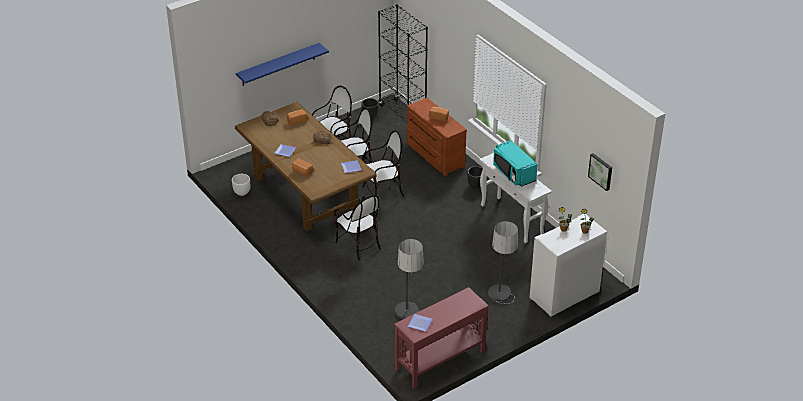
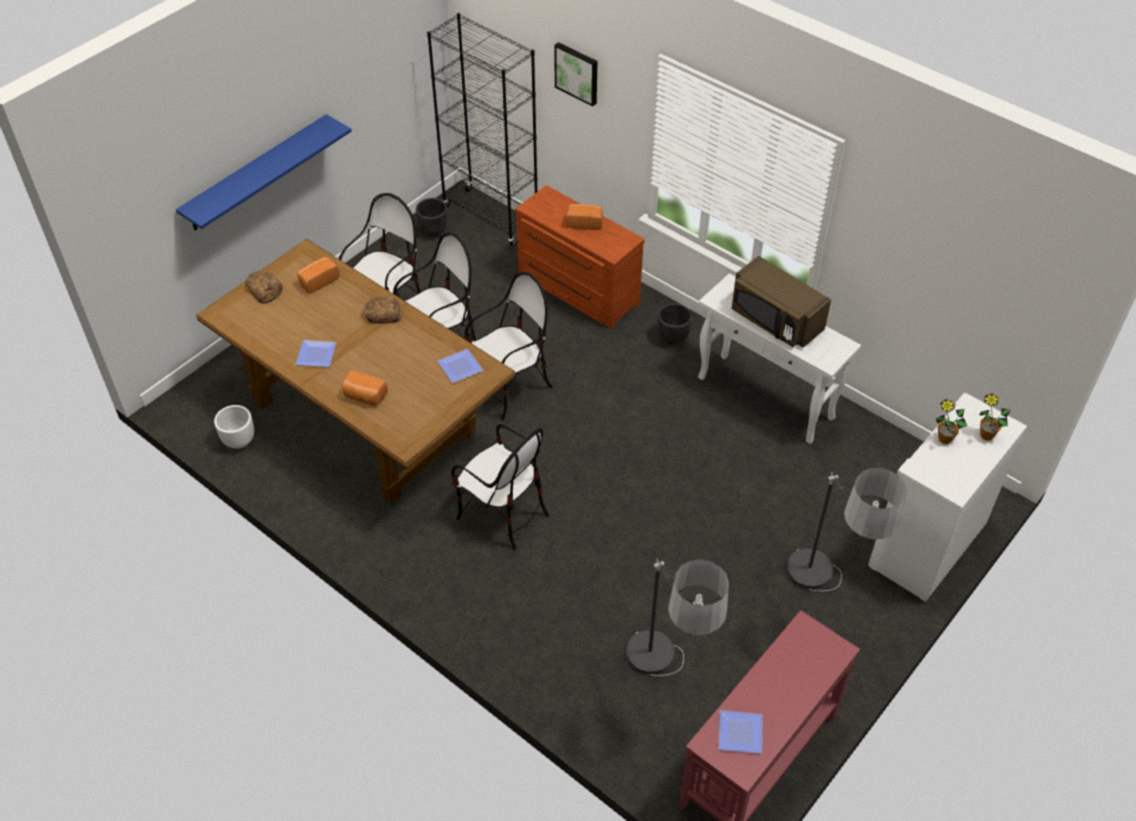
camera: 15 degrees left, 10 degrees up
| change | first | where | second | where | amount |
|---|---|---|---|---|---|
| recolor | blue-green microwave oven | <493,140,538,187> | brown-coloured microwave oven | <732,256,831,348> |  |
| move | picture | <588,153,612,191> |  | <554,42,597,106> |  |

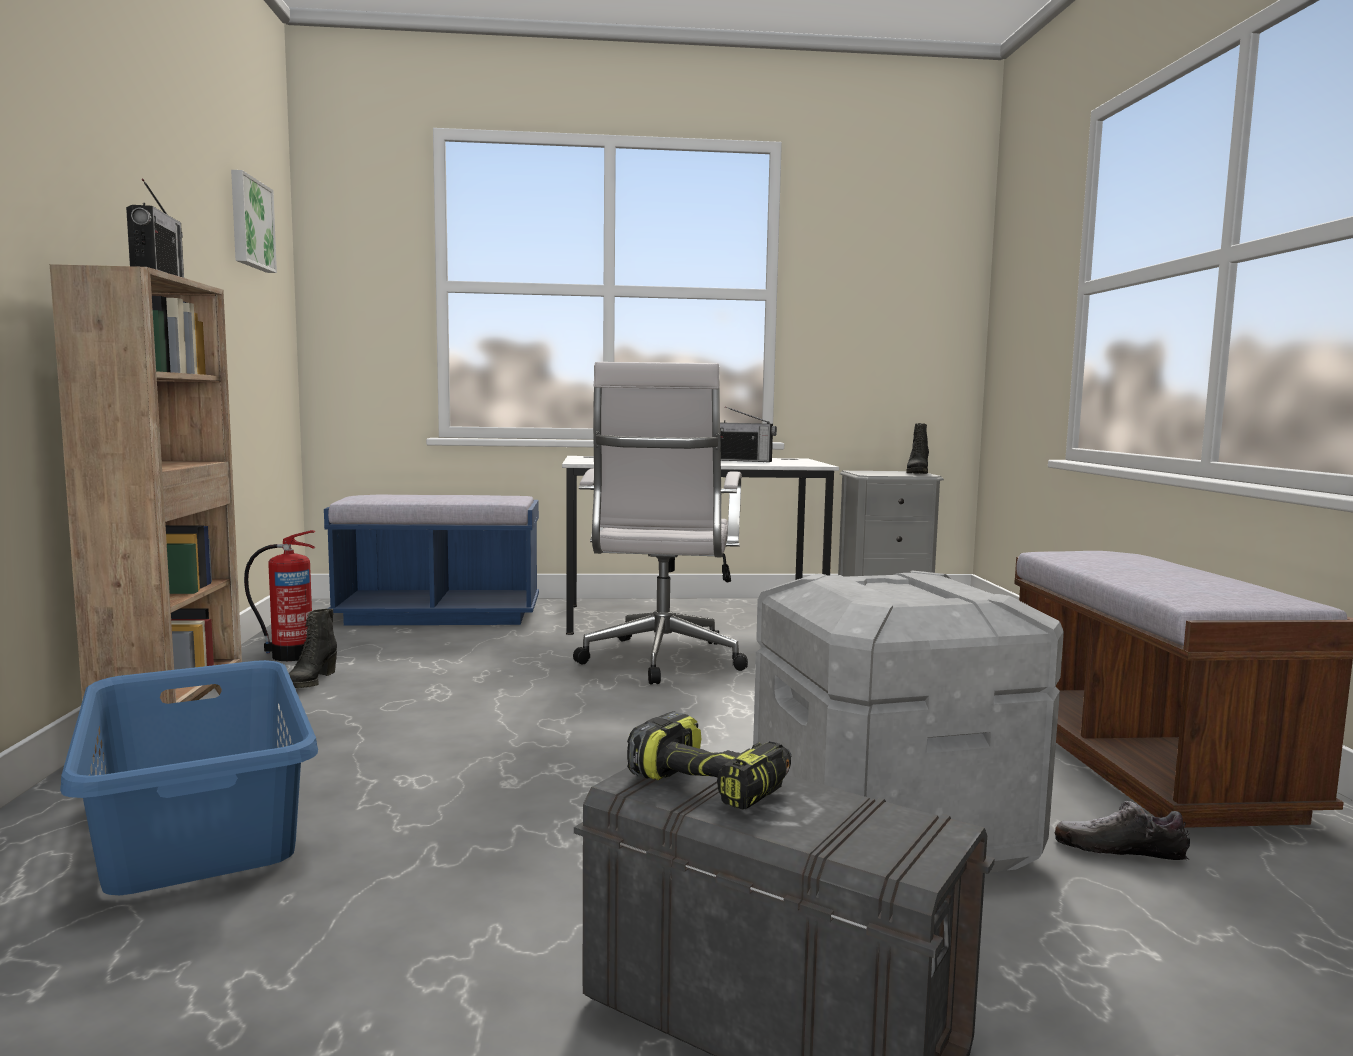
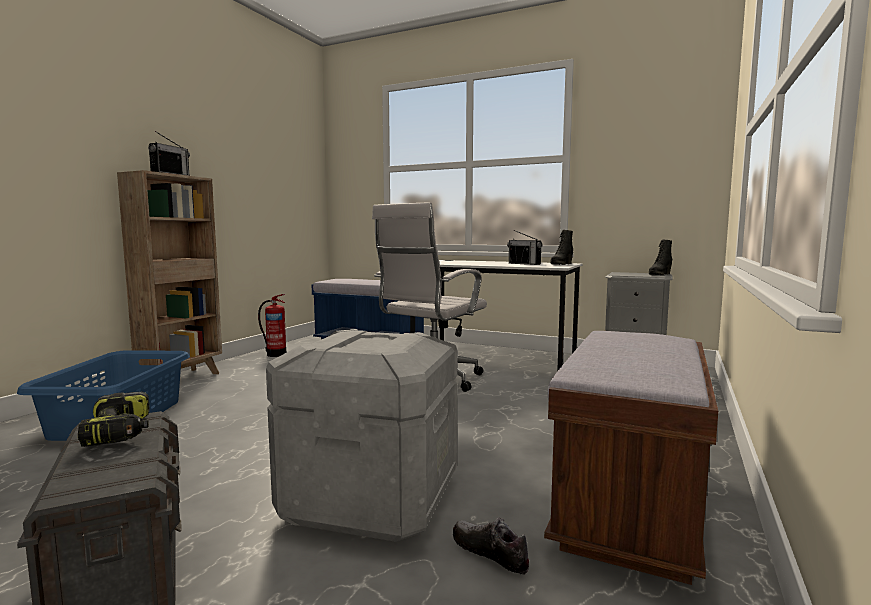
camera: 30 degrees right, 0 degrees up
| change | first | where | second | where | amount |
|---|---|---|---|---|---|
| delete | picture | <231,170,277,273> |  |  |  |
| move | black high-top boot | <289,609,337,688> |  | <550,230,573,265> |  |

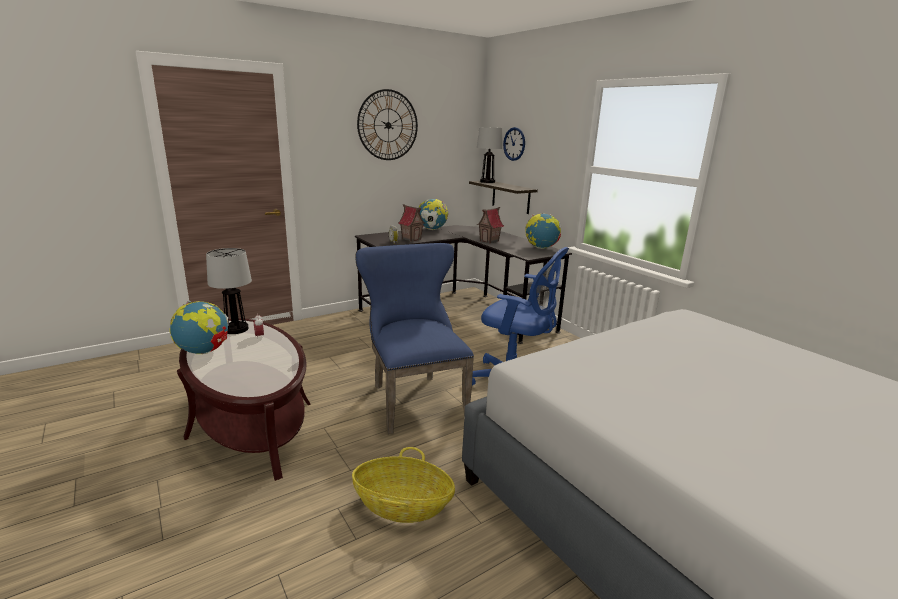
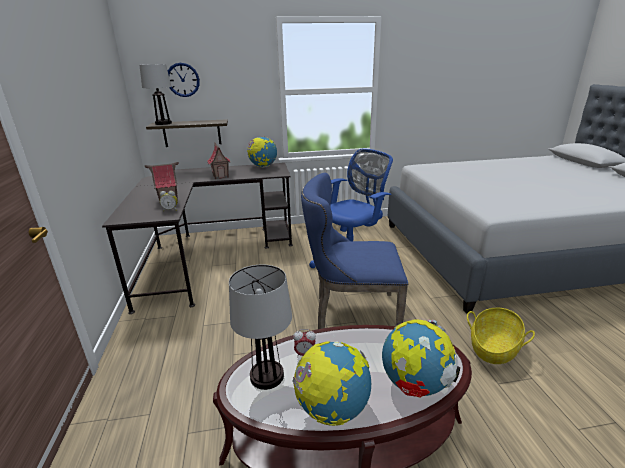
camera: 65 degrees left, 5 degrees up
| change | first | where | second | where | amount |
|---|---|---|---|---|---|
| delete | hanging clock | <357,89,418,160> |  |  |  |
| move | globe | <419,199,448,230> |  | <382,319,460,398> |  |

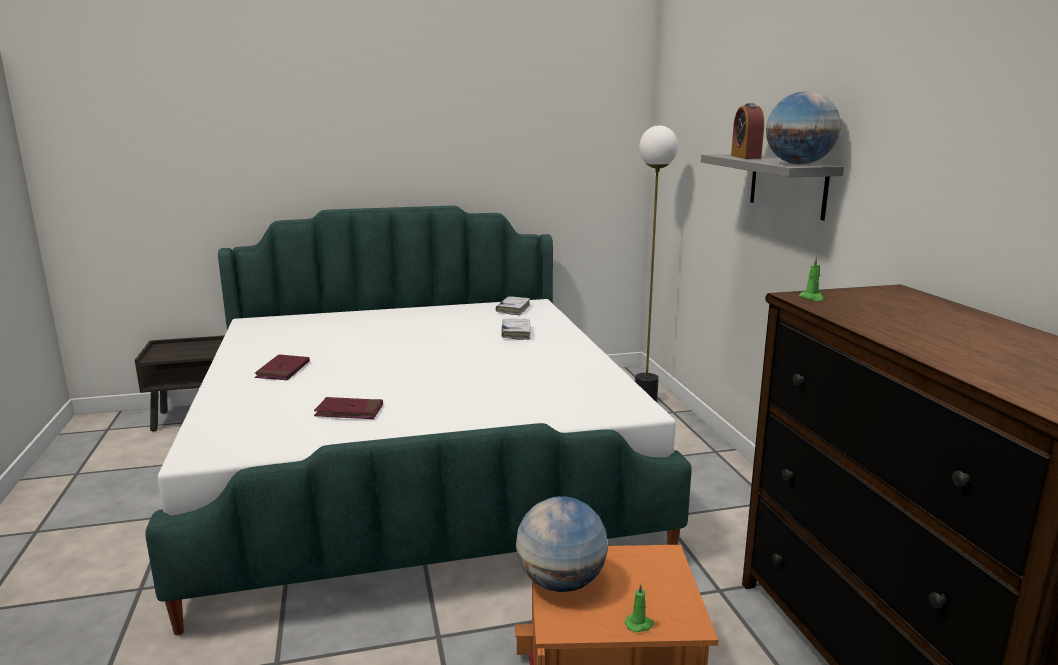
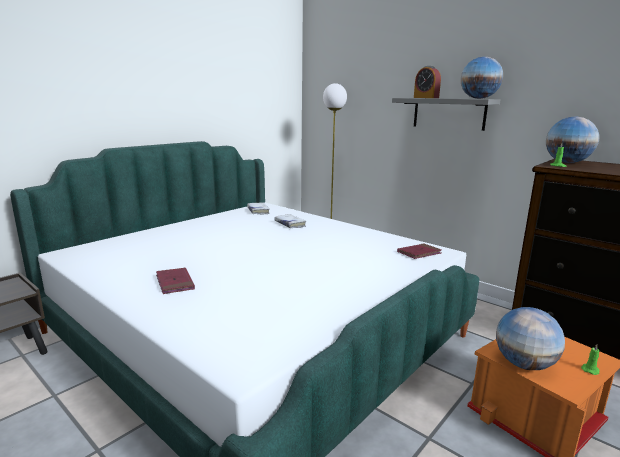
camera: 35 degrees left, 0 degrees up
| change | first | where | second | where | amount |
|---|---|---|---|---|---|
| move | reddish bound book | <314,397,383,419> |  | <397,243,441,259> |  |
| insert |  |  | globe | <546,116,599,163> |  |

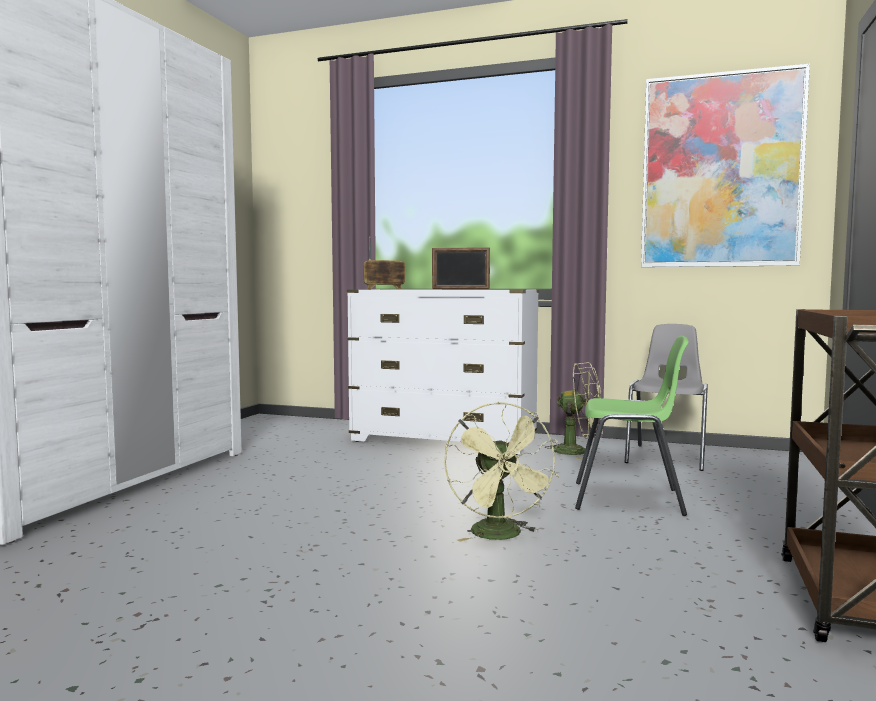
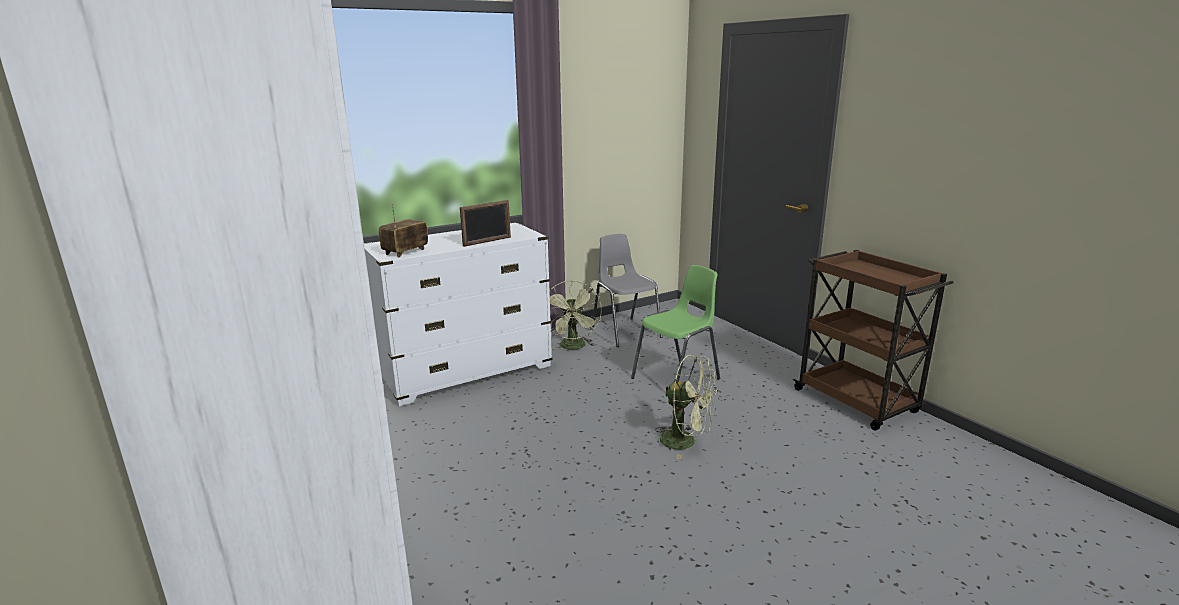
camera: 50 degrees left, 15 degrees up
| change | first | where | second | where | amount |
|---|---|---|---|---|---|
| delete | picture | <641,63,810,267> |  |  |  |
| rotate | greenish electric fan | <545,362,603,459> |  | <550,280,602,350> | 120 degrees clockwise |

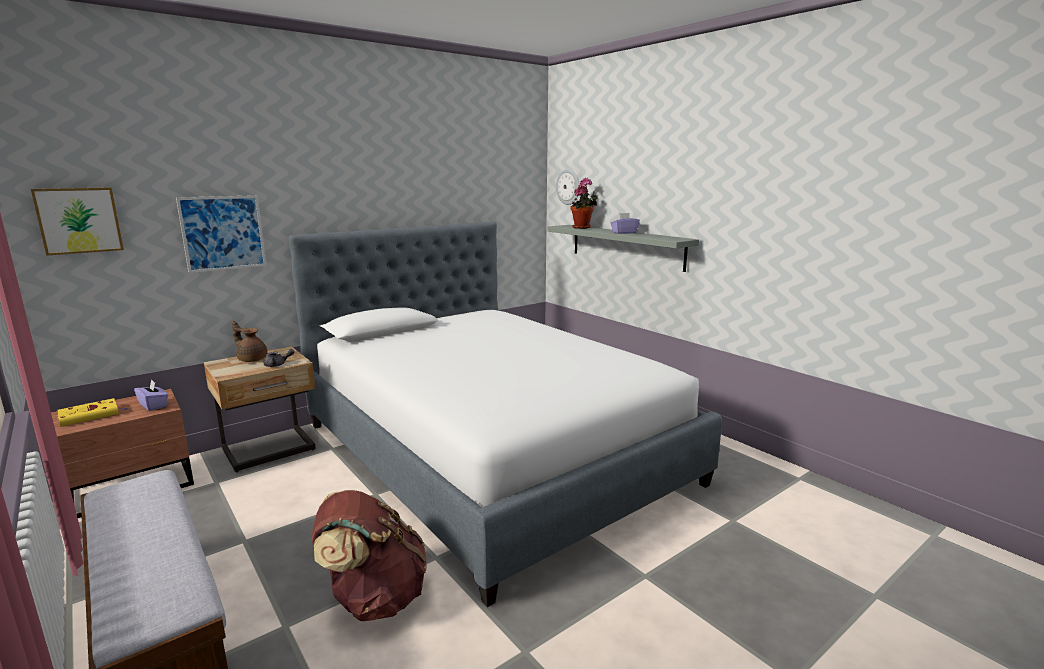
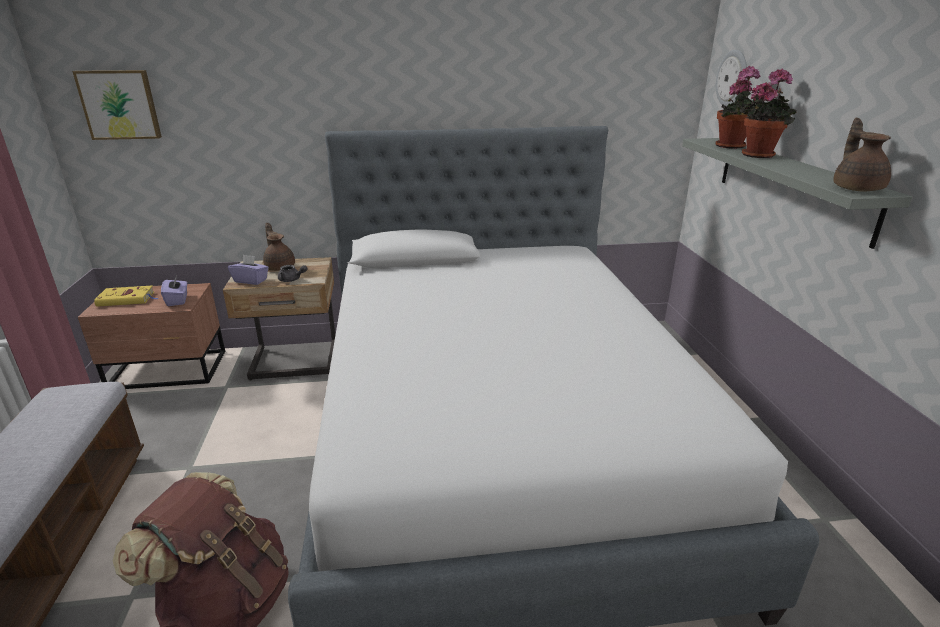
camera: 30 degrees right, 10 degrees up
| change | first | where | second | where | amount |
|---|---|---|---|---|---|
| delete | picture | <176,195,266,273> |  |  |  |
| move | purple box of tissues | <611,213,640,234> |  | <228,255,269,285> |  |
| insert |  |  | houseplant | <740,68,797,158> |  |
| insert |  |  | brown-coloured tea pot | <833,118,891,191> |  |

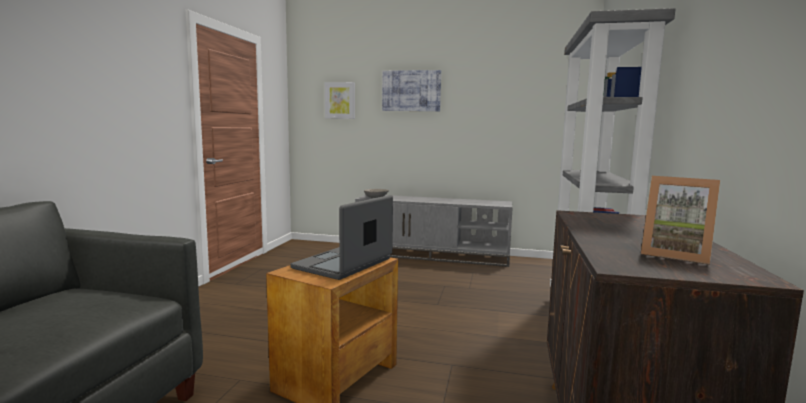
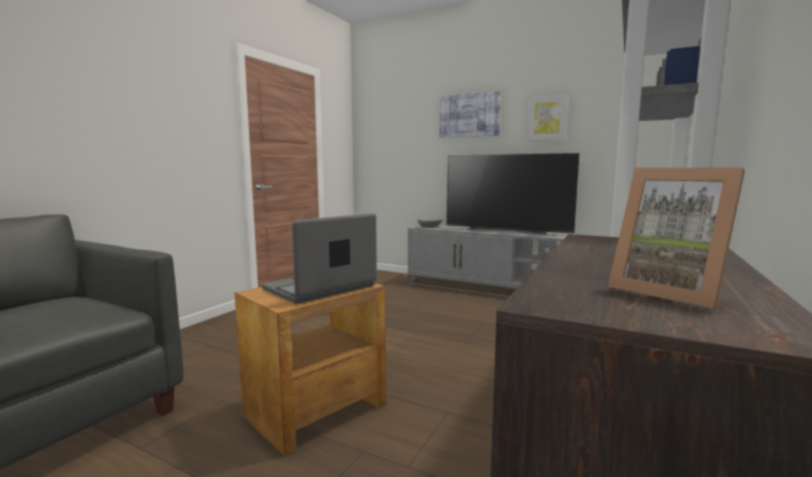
camera: 15 degrees right, 0 degrees up
| change | first | where | second | where | amount |
|---|---|---|---|---|---|
| move | picture | <325,82,355,119> |  | <527,95,568,141> |  |
| insert |  |  | TV | <446,153,580,236> |  |

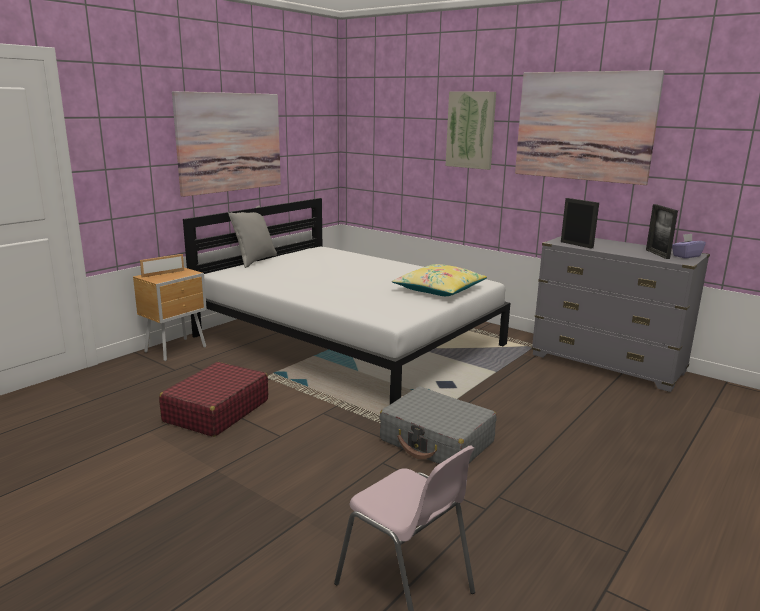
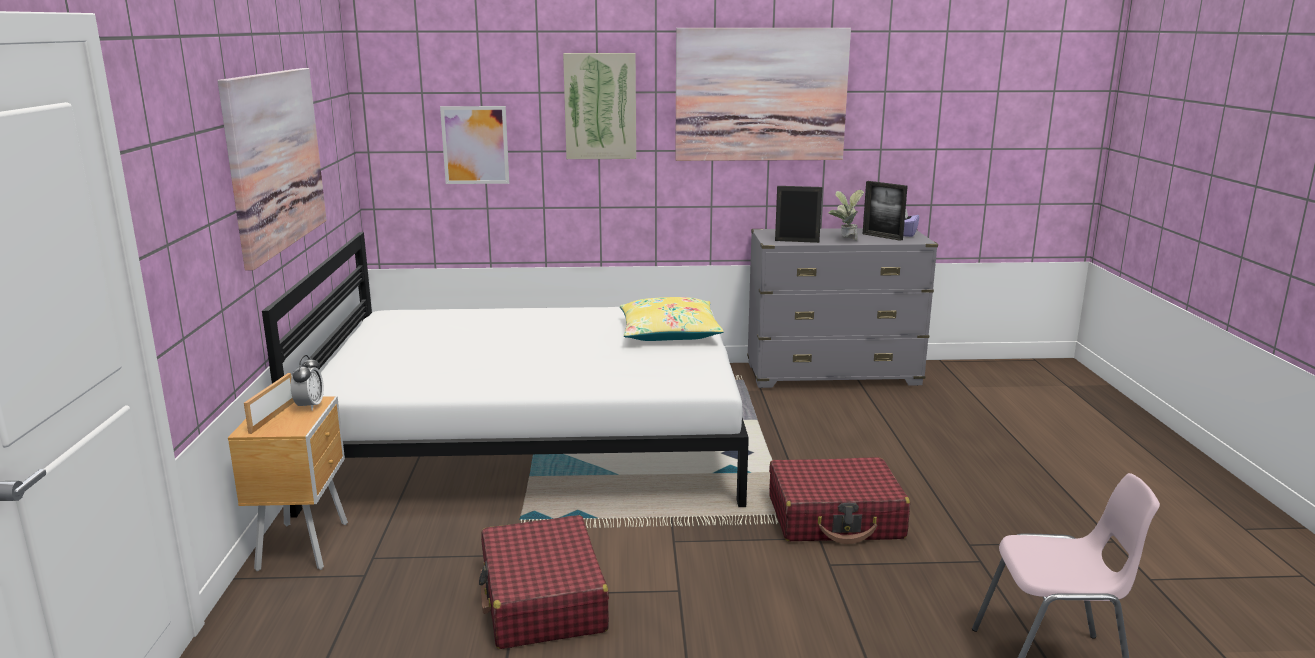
camera: 40 degrees left, 0 degrees up
| change | first | where | second | where | amount |
|---|---|---|---|---|---|
| delete | grey cushion | <228,206,277,268> |  |  |  |
| recolor | grey piece of luggage | <379,387,497,464> | reddish piece of luggage | <769,457,910,544> |  |
| insert |  |  | picture | <440,106,509,184> |  |
| insert |  |  | houseplant | <828,190,864,241> |  |
| insert |  |  | alarm clock | <291,355,324,411> |  |

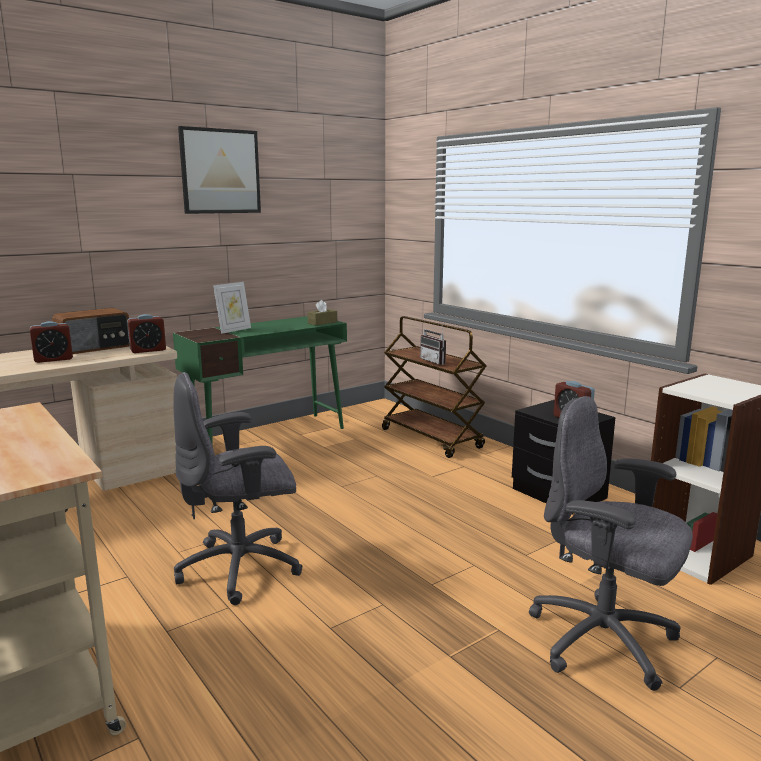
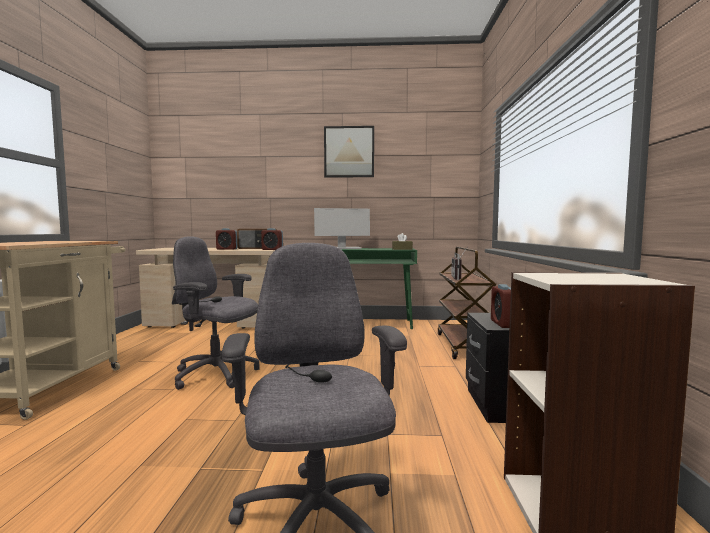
camera: 40 degrees right, 10 degrees down
| change | first | where | second | where | amount |
|---|---|---|---|---|---|
| replace | picture frame | <213,282,251,334> | monitor | <314,208,370,249> |  |

